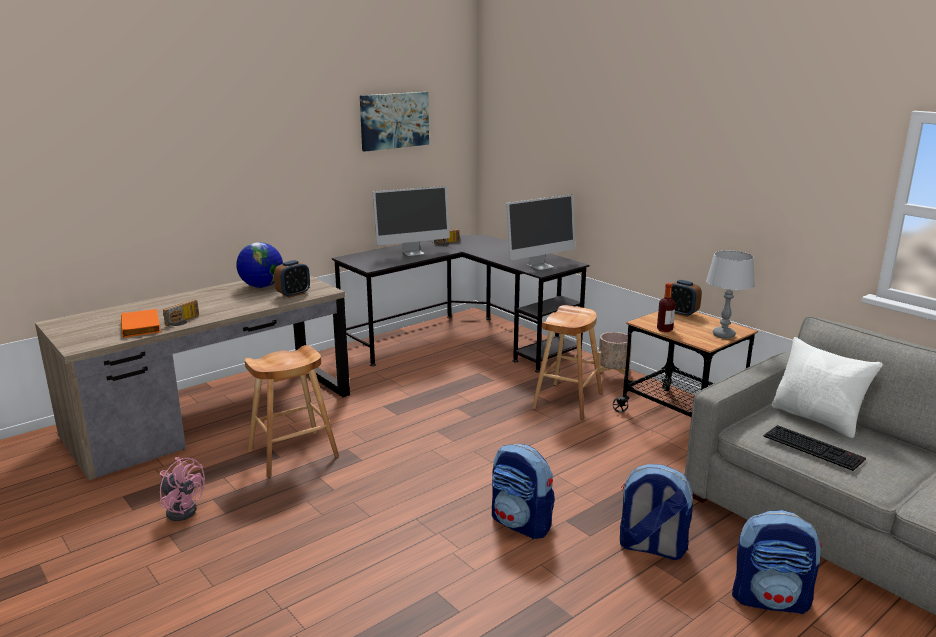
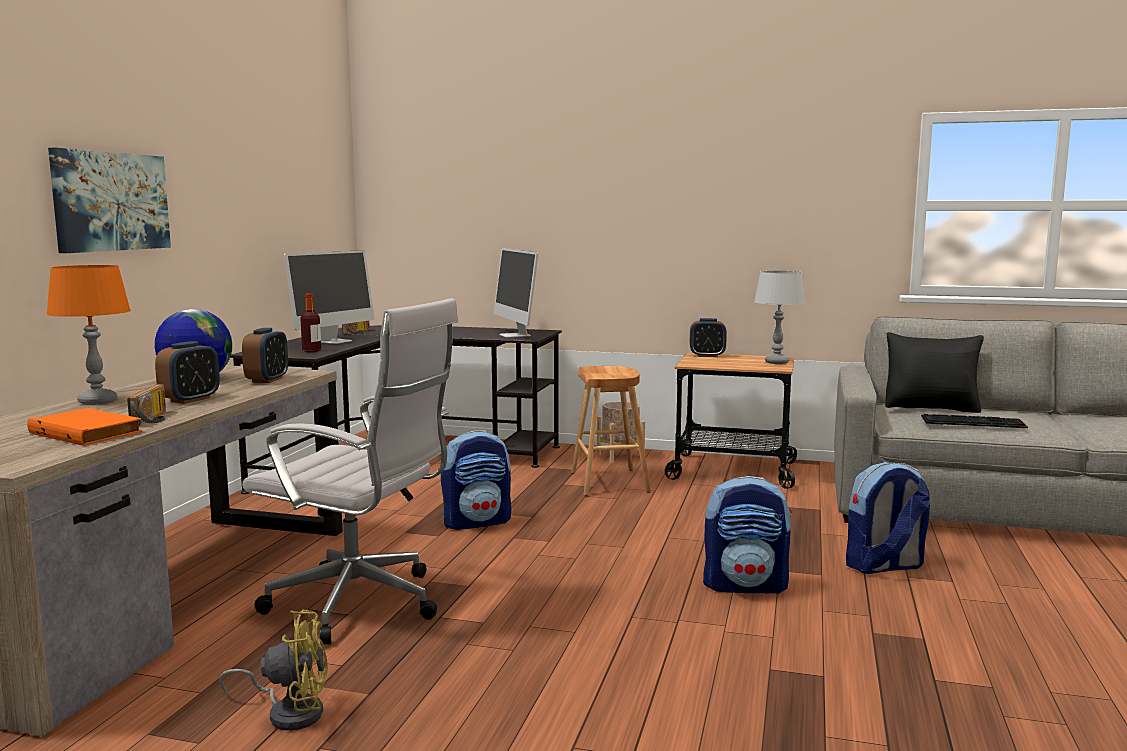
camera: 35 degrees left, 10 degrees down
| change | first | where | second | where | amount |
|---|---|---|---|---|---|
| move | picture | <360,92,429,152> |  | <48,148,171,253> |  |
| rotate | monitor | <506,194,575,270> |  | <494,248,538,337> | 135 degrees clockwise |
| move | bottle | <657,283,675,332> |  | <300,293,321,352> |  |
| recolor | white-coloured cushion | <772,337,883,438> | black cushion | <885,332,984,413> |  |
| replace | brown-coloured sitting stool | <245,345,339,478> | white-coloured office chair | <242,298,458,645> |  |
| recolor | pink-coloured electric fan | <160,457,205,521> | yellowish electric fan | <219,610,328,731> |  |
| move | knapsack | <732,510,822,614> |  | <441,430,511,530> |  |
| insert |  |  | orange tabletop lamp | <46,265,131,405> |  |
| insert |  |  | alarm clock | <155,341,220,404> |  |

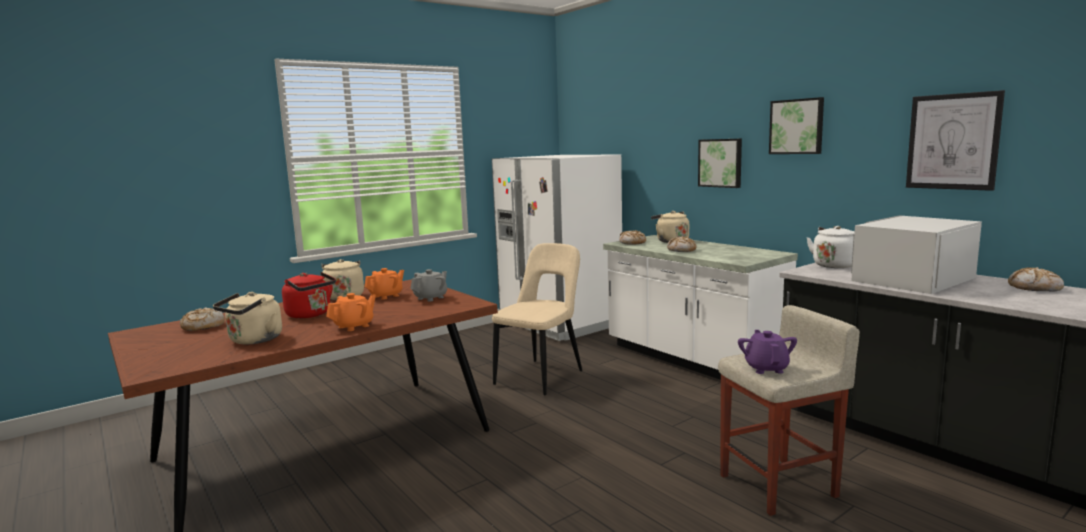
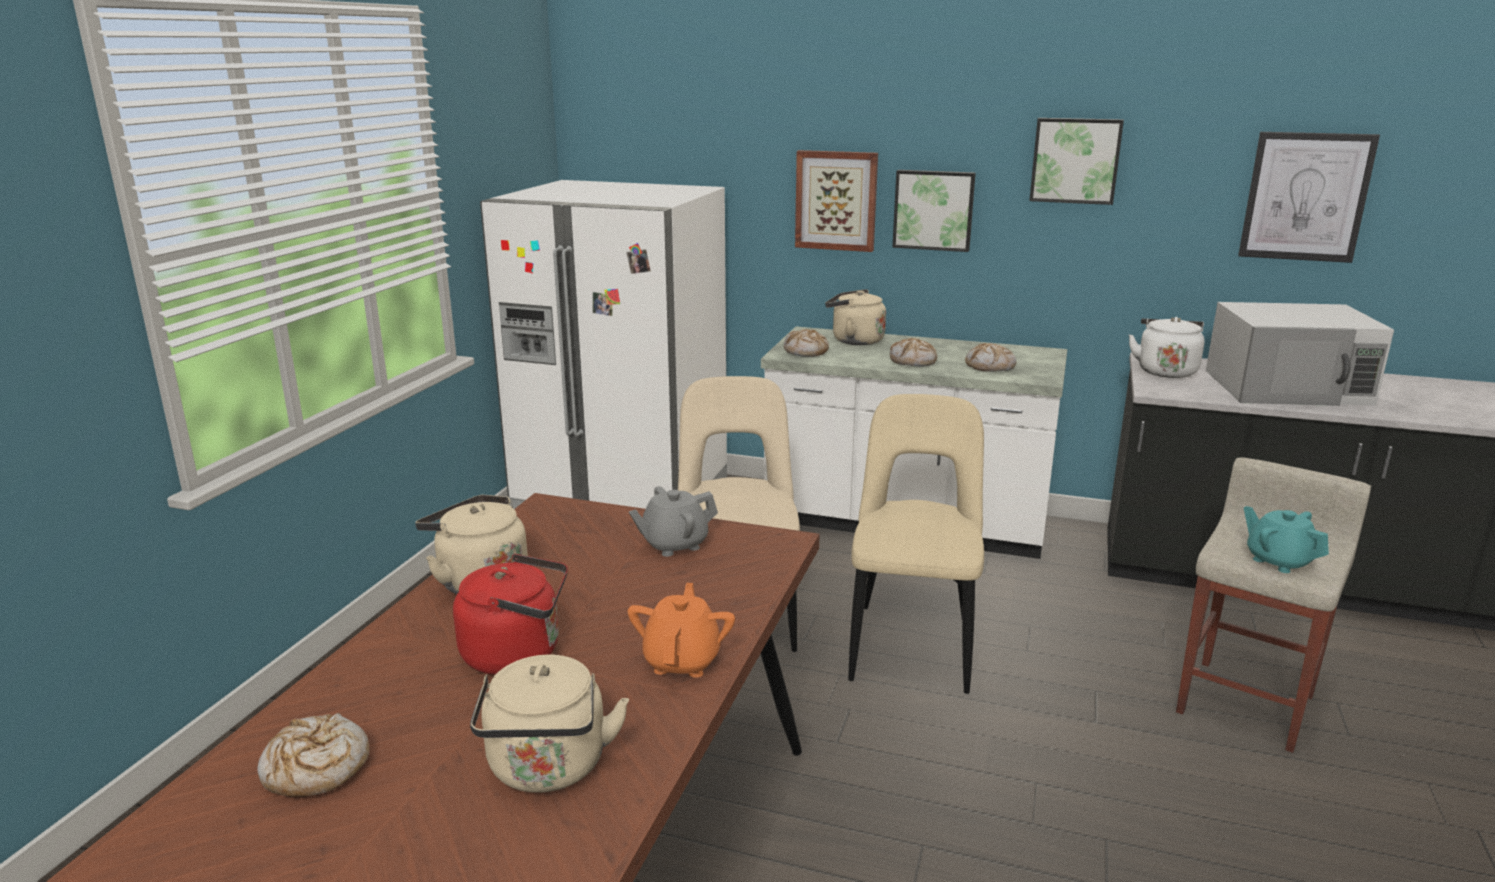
camera: 35 degrees left, 10 degrees up
| change | first | where | second | where | amount |
|---|---|---|---|---|---|
| rotate | white-coloured microwave oven | <851,215,982,294> |  | <1206,302,1394,406> | 105 degrees counterclockwise |
| move | bakery bread | <1008,267,1064,291> |  | <965,343,1016,372> |  |
| delete | orange tea pot | <364,268,404,300> |  |  |  |
| rotate | grey tea pot | <411,269,447,302> |  | <629,486,718,557> | 120 degrees counterclockwise |
| recolor | purple tea pot | <738,330,797,374> | blue-green tea pot | <1244,506,1329,573> |  |
| insert |  |  | picture | <795,150,878,252> |  |
| insert |  |  | beige-coloured plain chair | <848,394,984,694> |  |

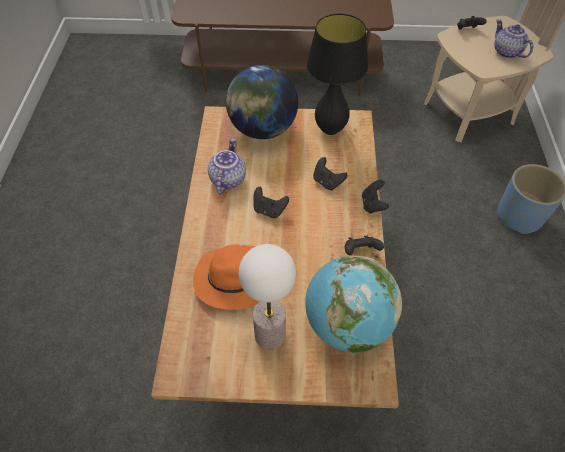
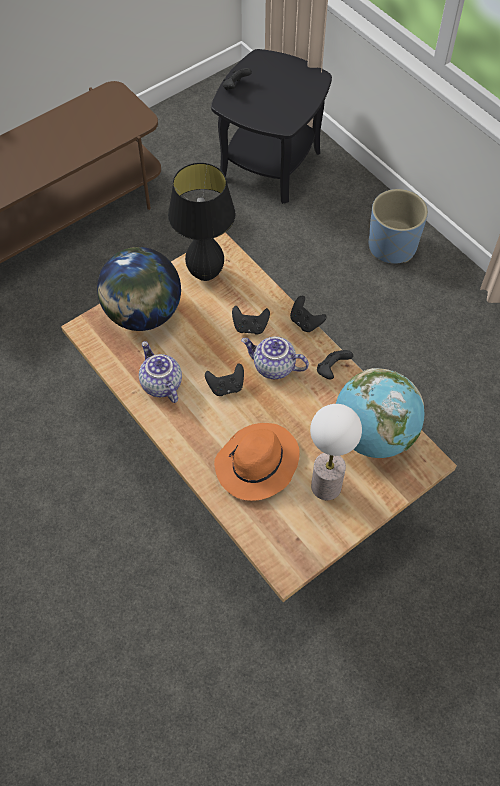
camera: 40 degrees left, 5 degrees up
| change | first | where | second | where | amount |
|---|---|---|---|---|---|
| recolor | beige-coloured accent table | <424,16,553,142> | black accent table | <211,49,332,204> |  |
| move | tea pot | <494,19,533,58> |  | <241,337,309,379> |  |

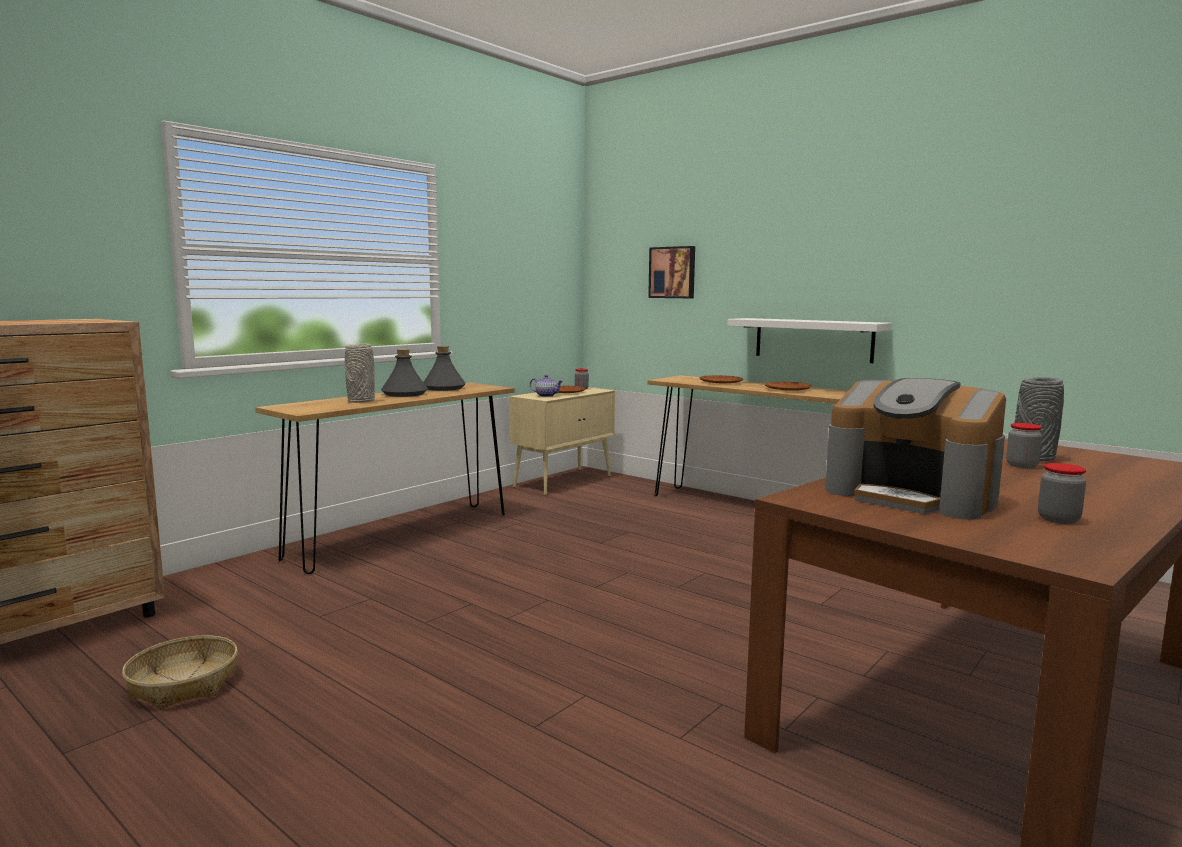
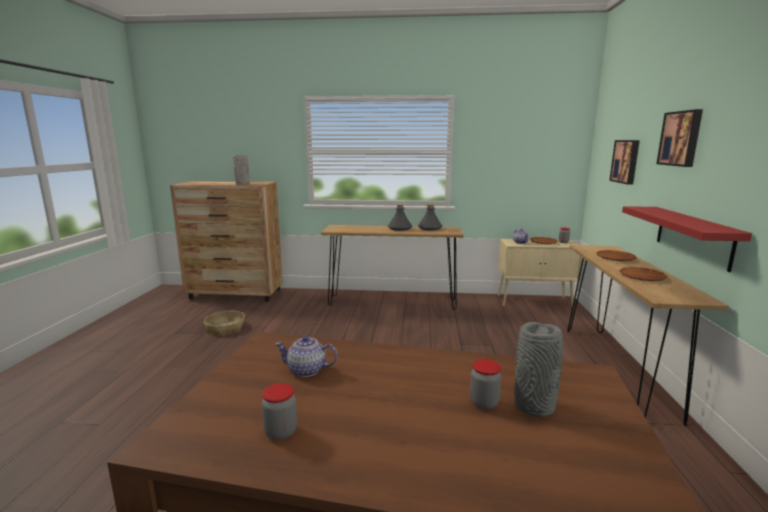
camera: 55 degrees right, 5 degrees up
| change | first | where | second | where | amount |
|---|---|---|---|---|---|
| recolor | white-coloured shelf | <727,318,892,363> | reddish shelf | <622,206,752,272> |  |
| move | grey flower vase | <345,344,375,403> |  | <233,155,250,184> |  |
| replace | coffee brewer | <825,378,1006,520> | tea pot | <275,336,338,377> |  |
| insert |  |  | picture | <656,109,703,167> |  |

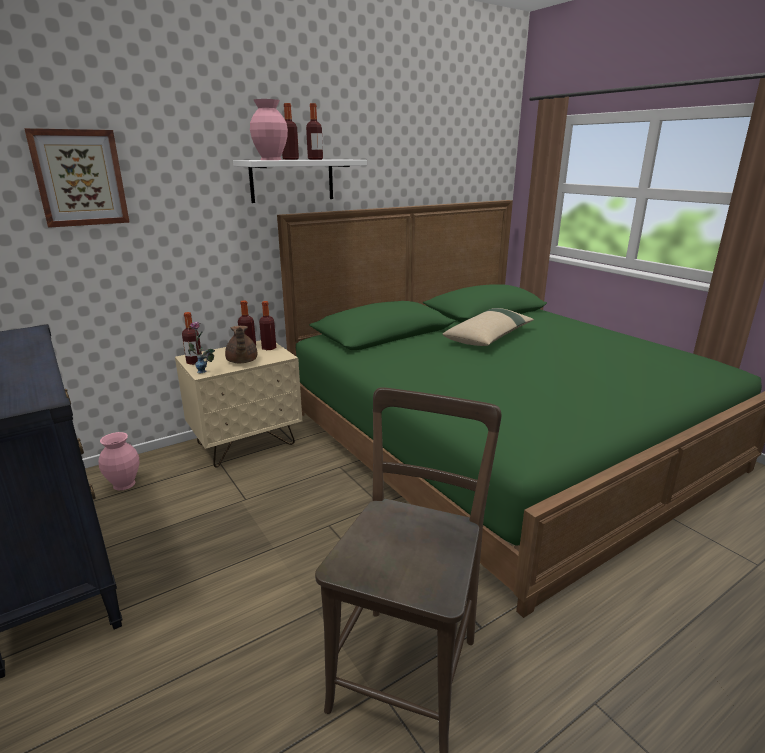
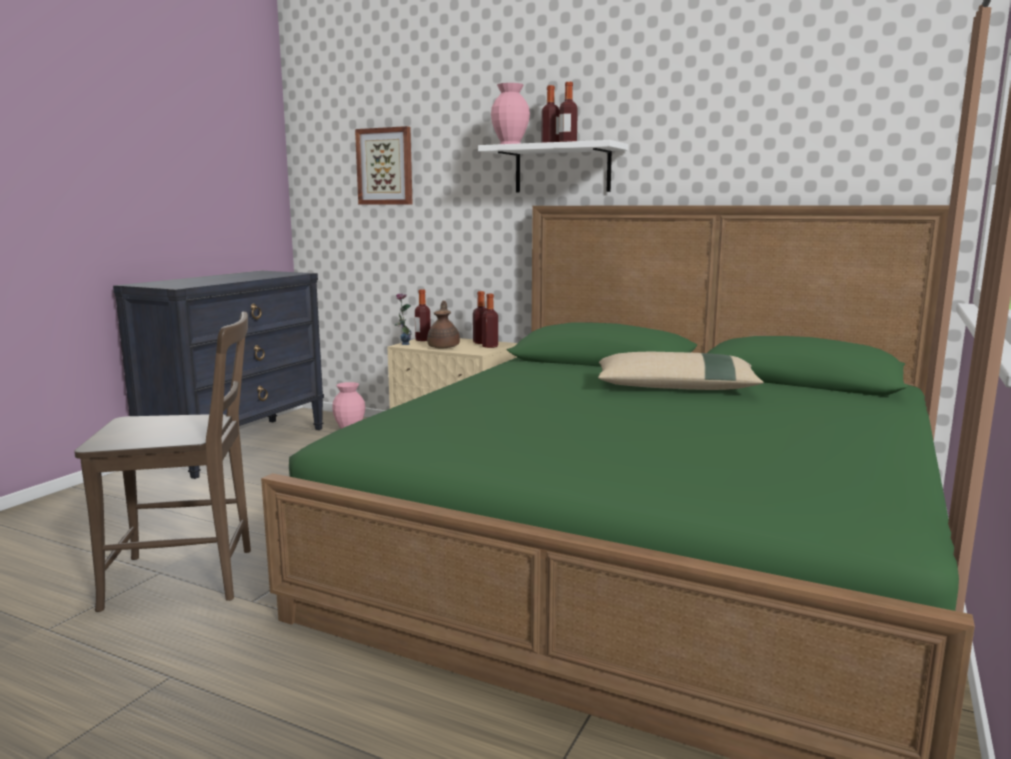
camera: 60 degrees right, 10 degrees down
| change | first | where | second | where | amount |
|---|---|---|---|---|---|
| rotate | brown-coloured tea pot | <225,326,257,363> |  | <427,301,460,348> | 135 degrees clockwise |

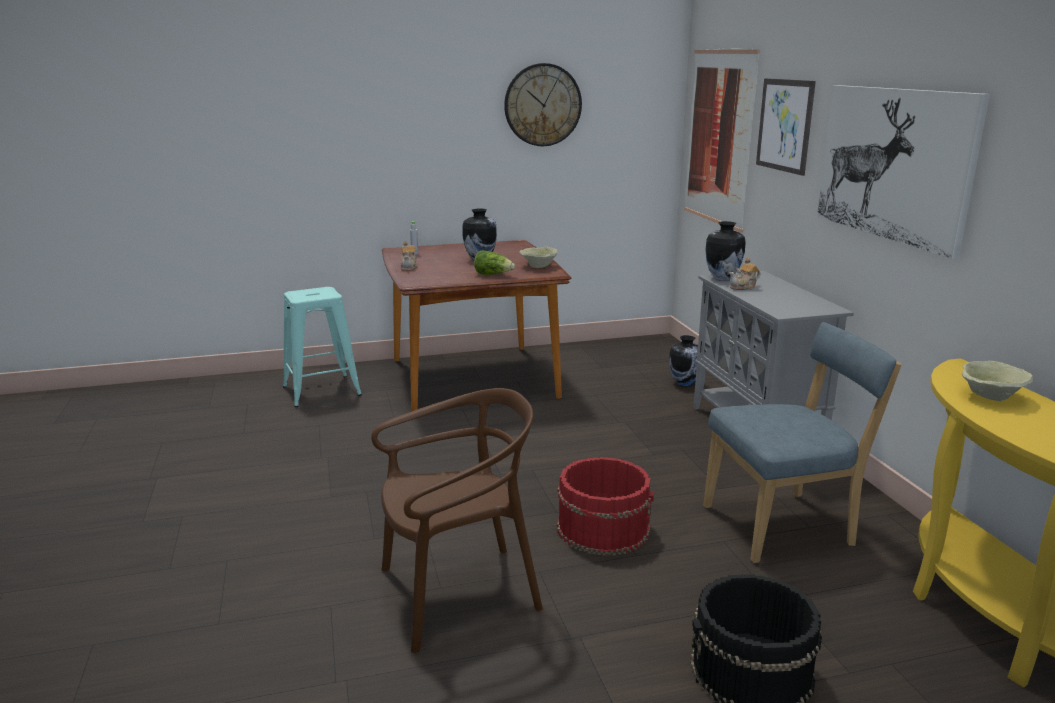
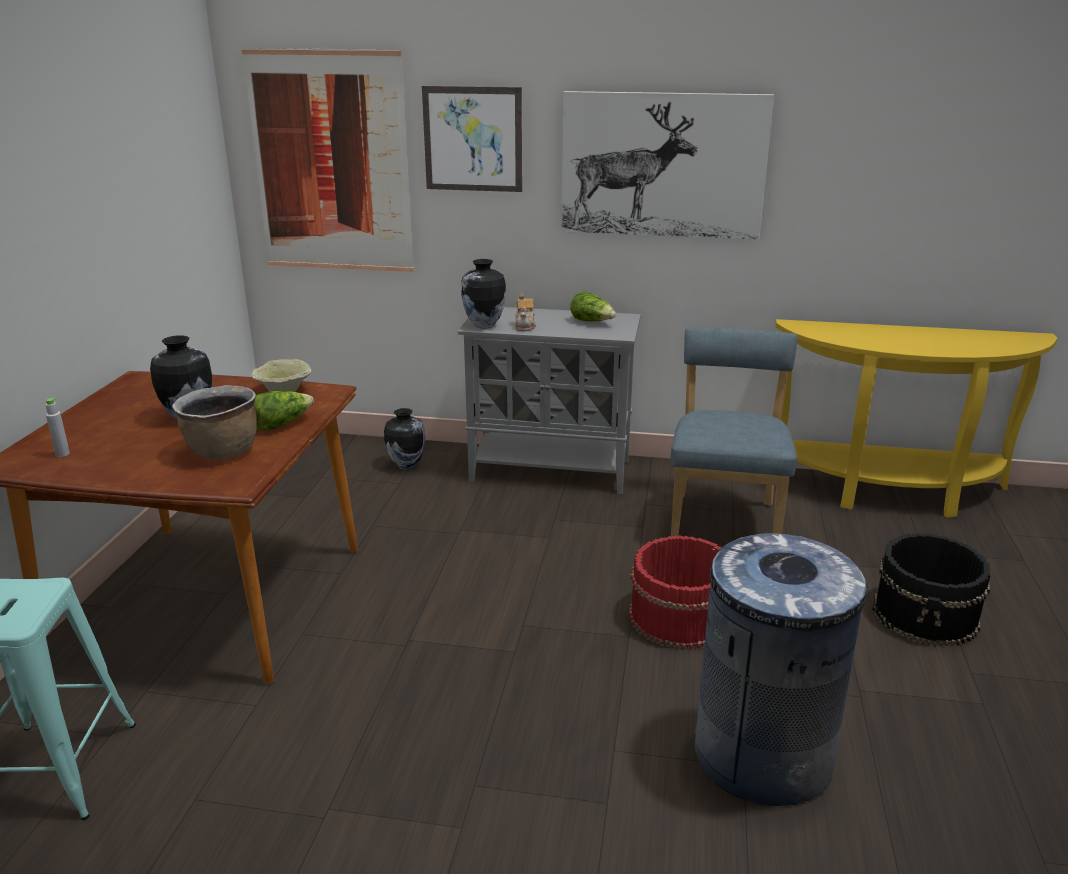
camera: 65 degrees left, 5 degrees up
| change | first | where | second | where | amount |
|---|---|---|---|---|---|
| delete | hanging clock | <504,63,582,146> |  |  |  |
| delete | tea pot | <401,241,418,271> |  |  |  |
| delete | beige-coloured bowl | <962,361,1033,401> |  |  |  |
| replace | brown-coloured plain chair | <371,388,543,653> | grey trash can | <695,533,867,806> |  |
| insert |  |  | lettuce | <570,291,616,321> |  |
| insert |  |  | brown-coloured cooking pot | <172,385,257,459> |  |

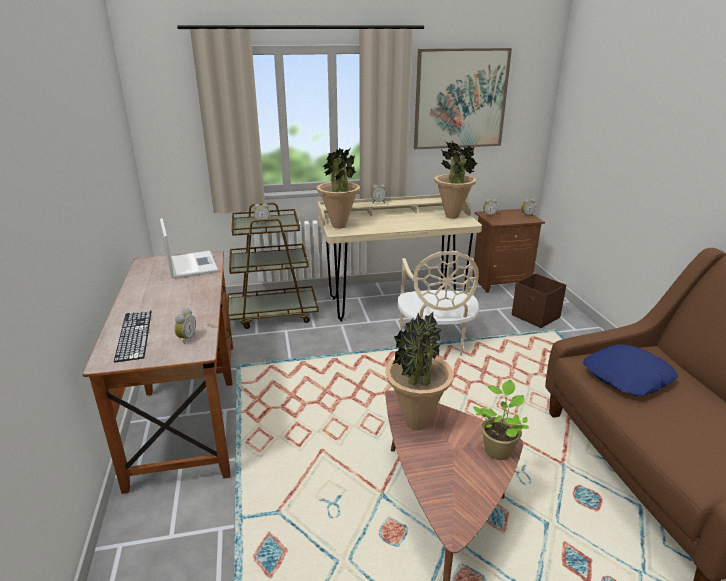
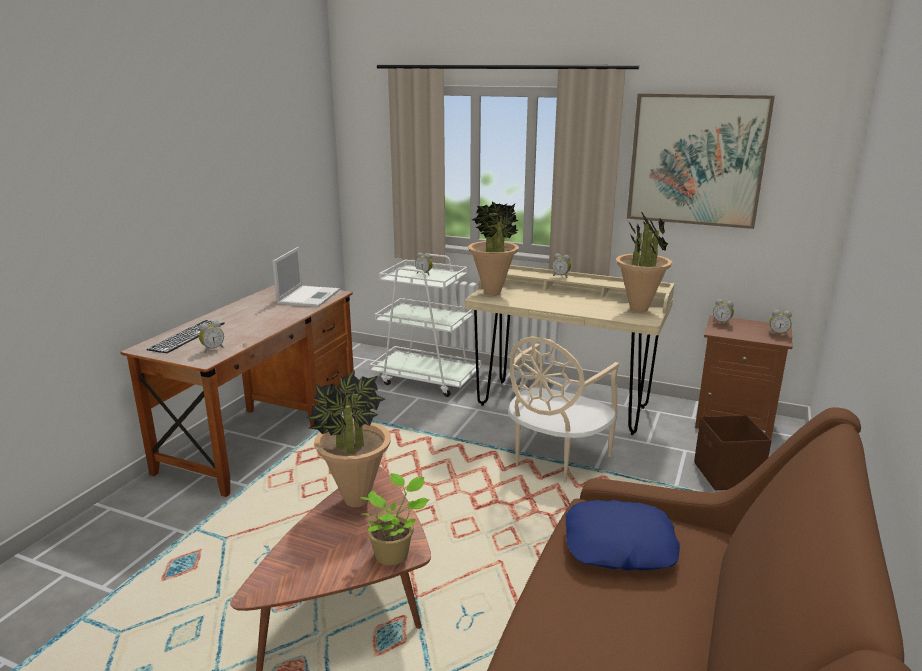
camera: 35 degrees right, 5 degrees down
| change | first | where | second | where | amount |
|---|---|---|---|---|---|
| recolor | brown-coloured wheeled cart | <227,203,319,329> | white-coloured wheeled cart | <369,253,481,397> |  |

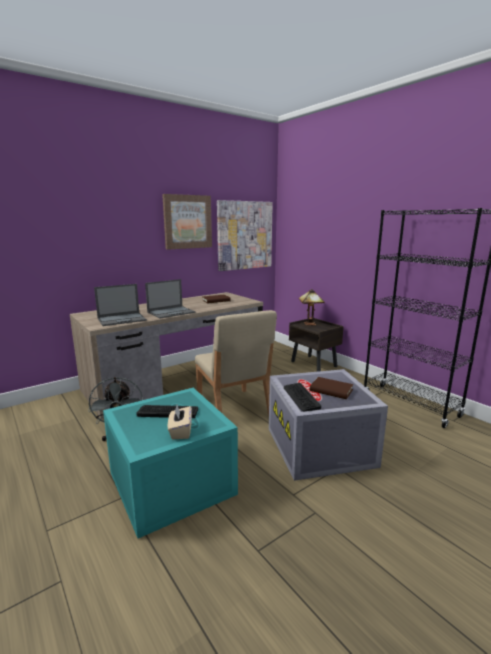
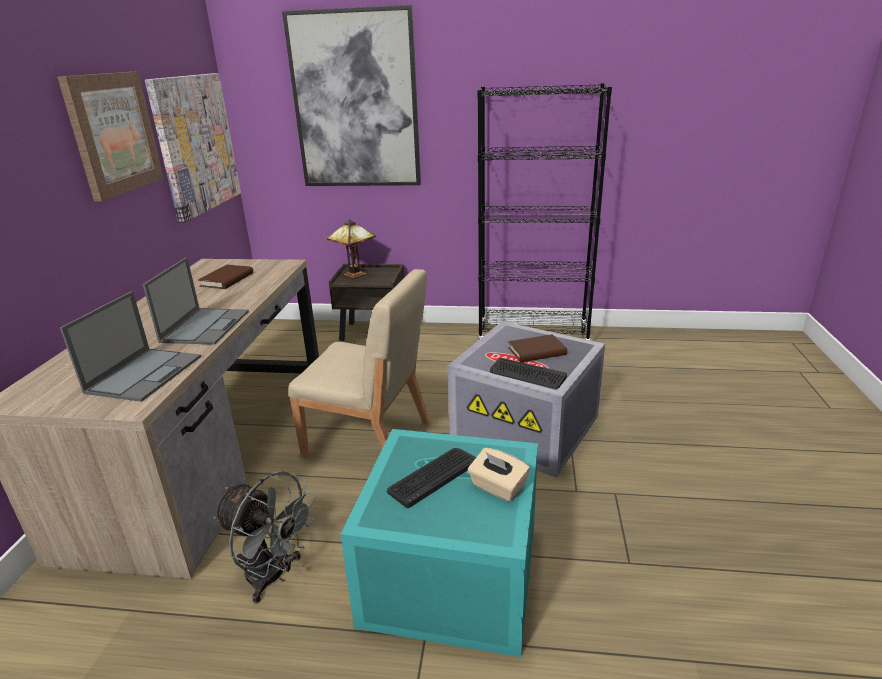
camera: 45 degrees left, 10 degrees up
| change | first | where | second | where | amount |
|---|---|---|---|---|---|
| insert |  |  | picture | <282,5,421,186> |  |

